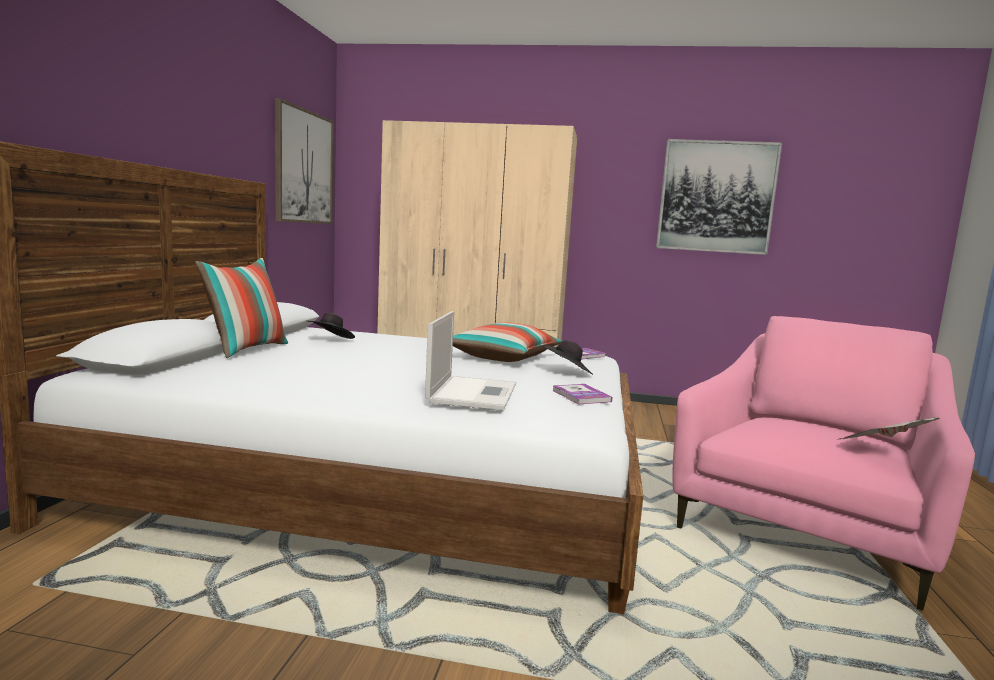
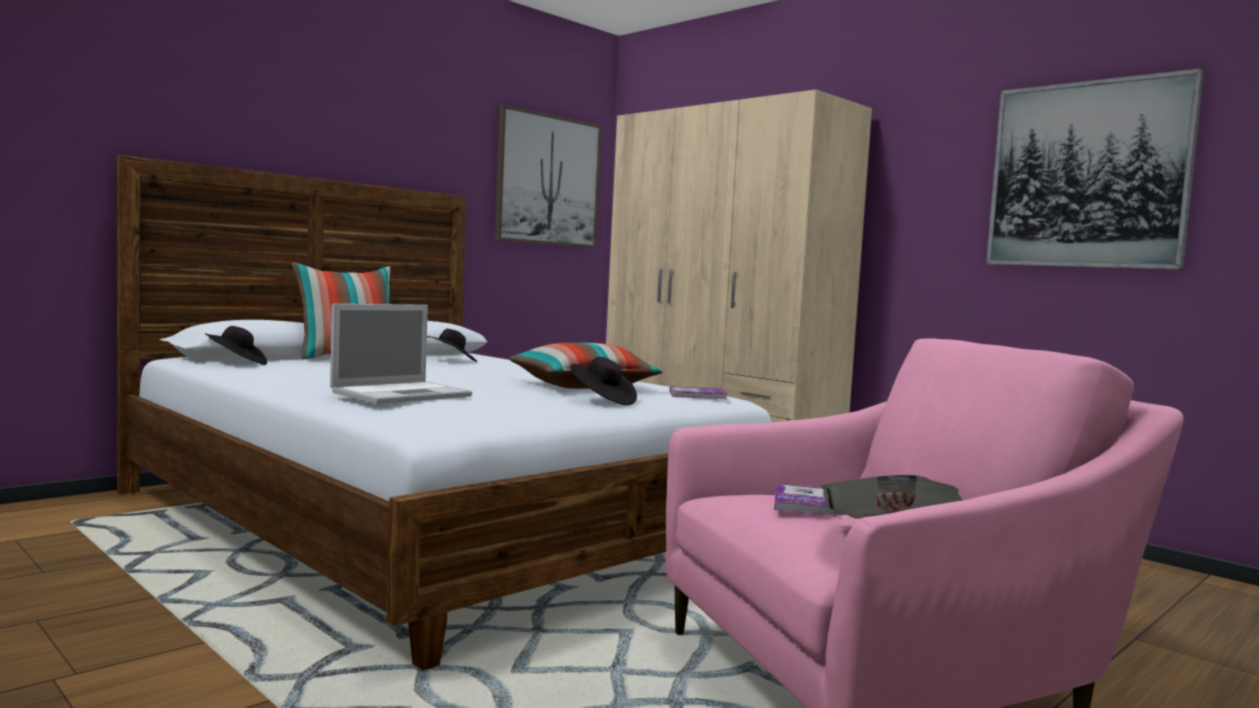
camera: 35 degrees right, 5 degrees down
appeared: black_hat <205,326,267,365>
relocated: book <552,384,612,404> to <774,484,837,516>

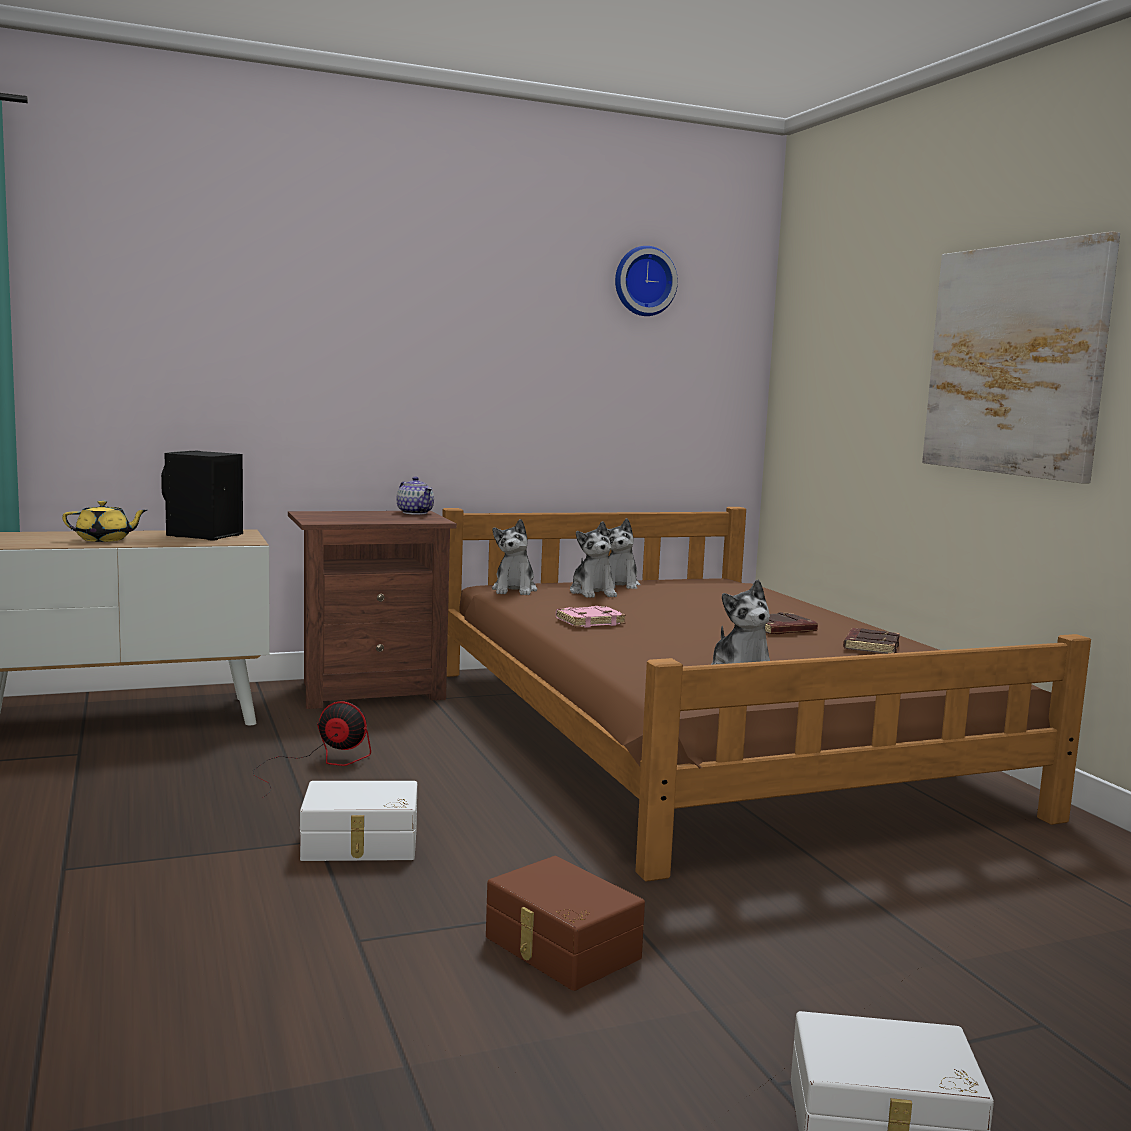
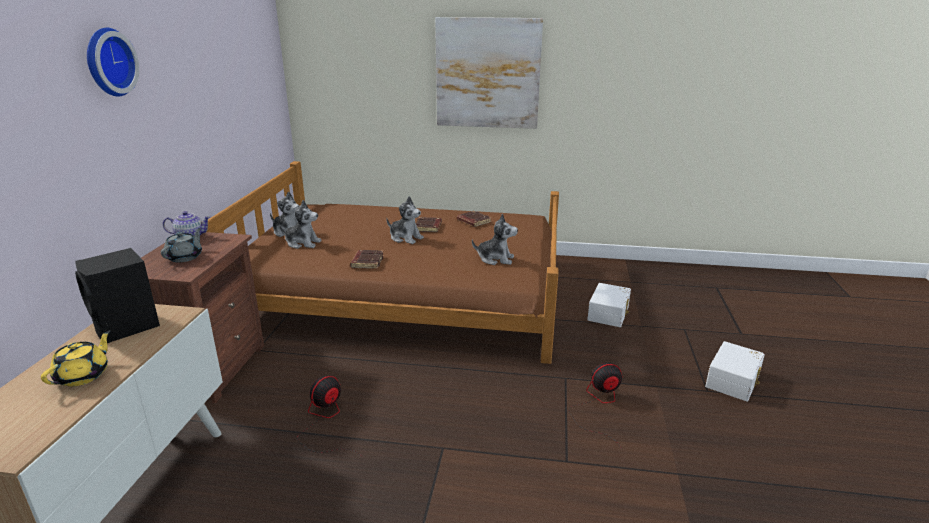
camera: 60 degrees left, 15 degrees up
appeared: grey_teapot <161,228,202,262>
relocated: wall_clock <615,246,678,316> to <87,28,139,97>; plush_toy <492,519,538,595> to <386,196,424,244>; white_storage_box <300,781,417,861> to <587,283,631,327>
exchanged: brown_storage_box <486,856,645,991> to fan <569,363,623,449>
colour: pink_book <556,606,626,628> to brown_book <350,250,384,269>

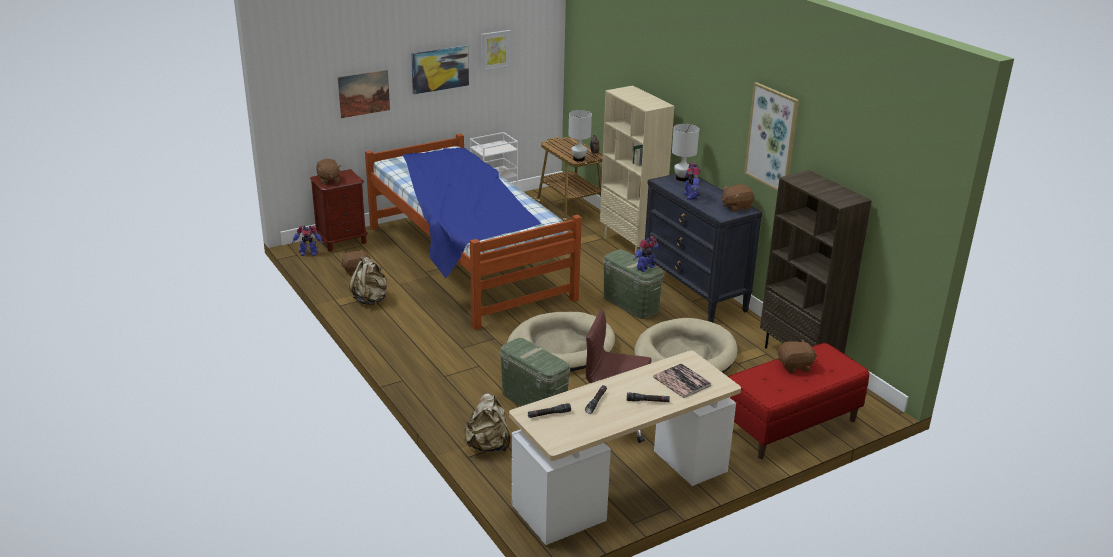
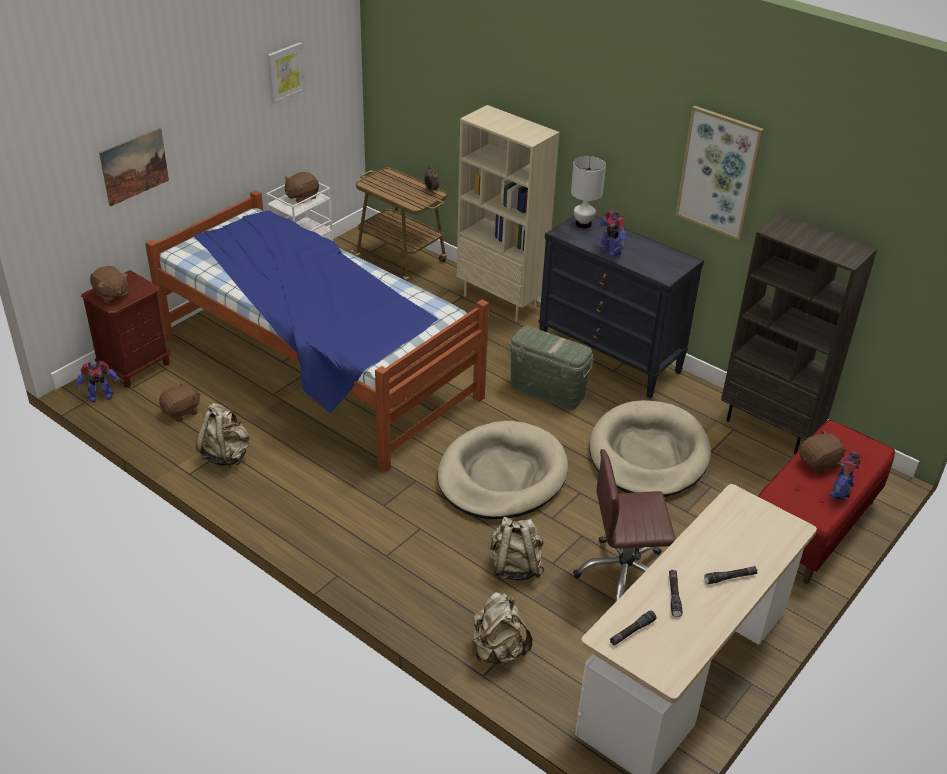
camera: 20 degrees left, 10 degrees up
missing: picture <411,46,469,94>; white_table_lamp <568,110,592,162>; book <653,363,711,398>
relocated: brown_plush_toy <722,184,754,212> to <284,172,319,204>; toy_robot <633,236,659,272> to <830,450,861,501>
exchanged: green_storage_box <500,338,570,406> to beige_backpack <489,517,544,581>

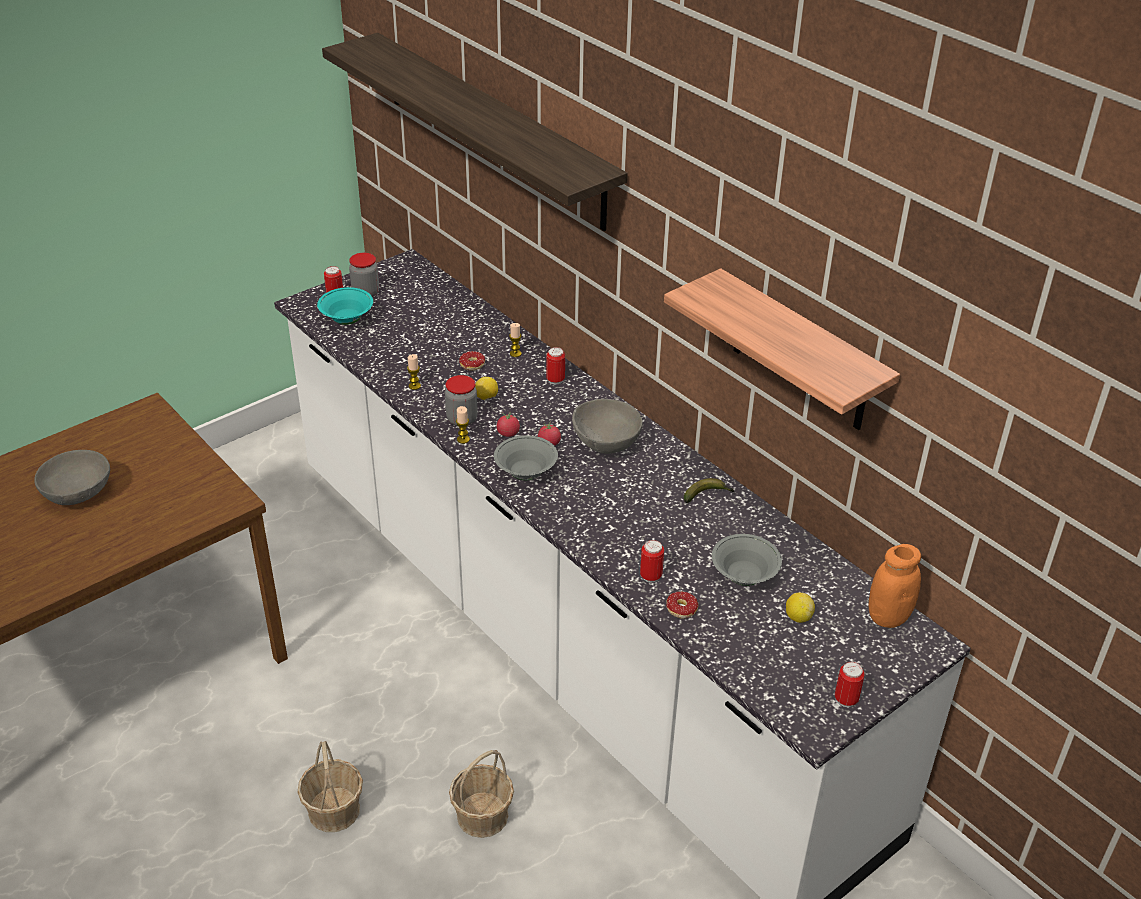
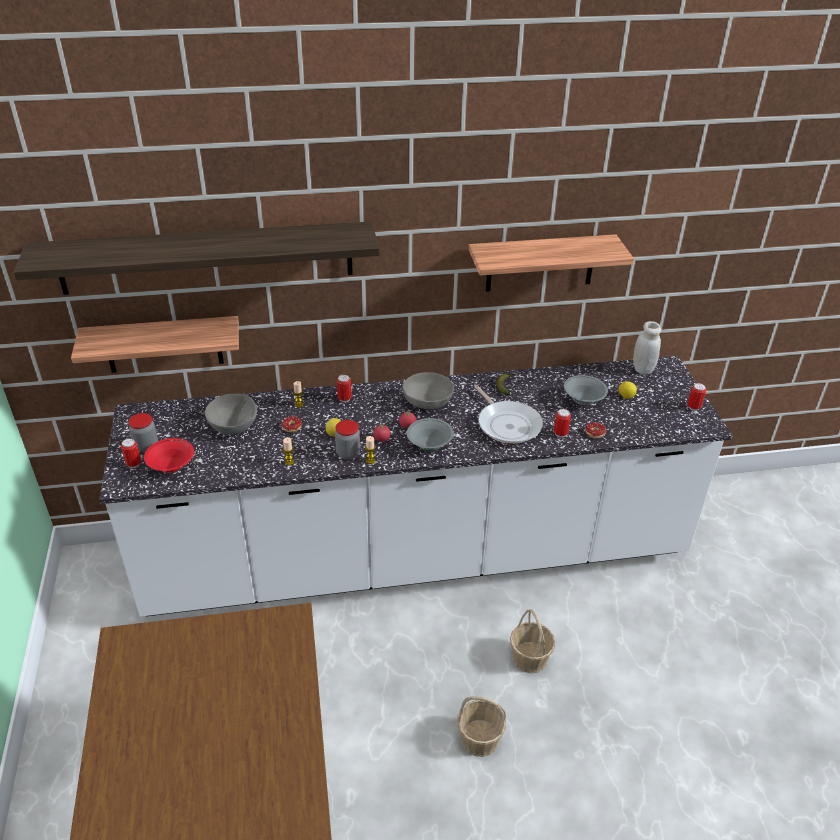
camera: 60 degrees left, 0 degrees up
appeared: shelf <71,316,239,373>; frying_pan <474,385,543,444>
relocated: grey_bowl <34,450,110,505> to <205,394,257,435>
colour: turquoise_bowl <317,287,373,325> to red_bowl <144,438,194,473>; orange_jar <869,544,921,628> to white_jar <633,321,661,375>

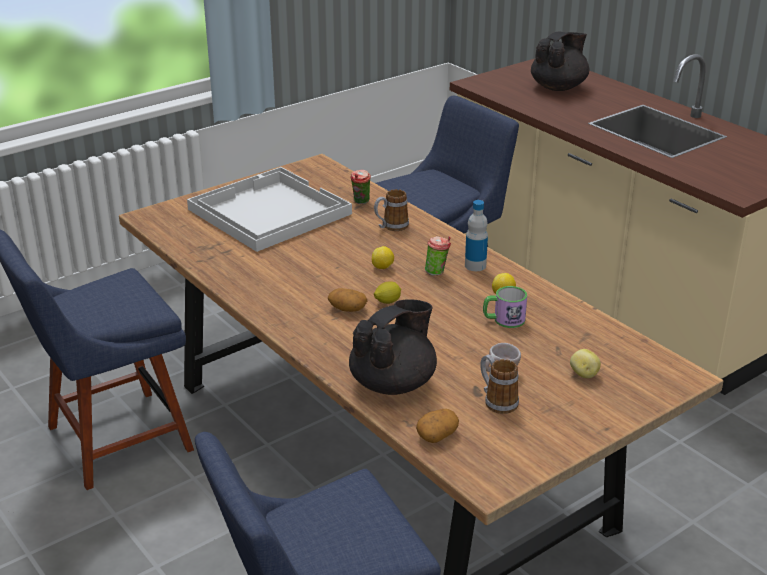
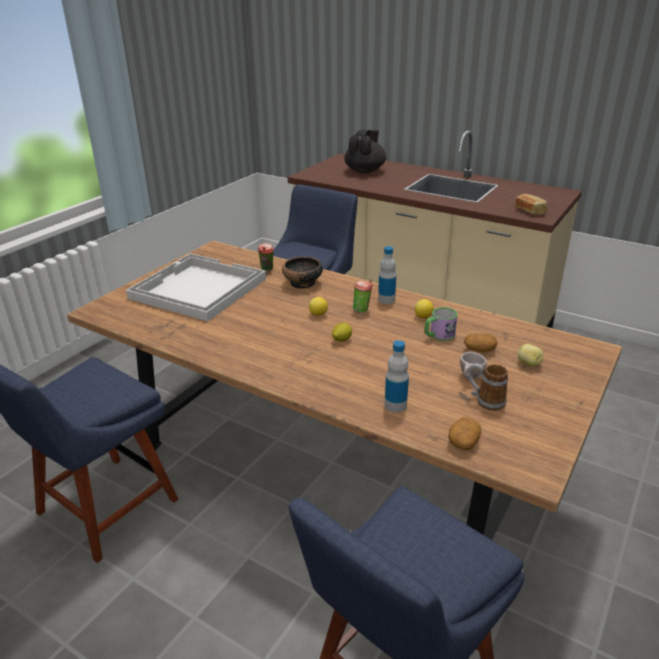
camera: 20 degrees left, 0 degrees up
appeared: bread <515,194,548,215>
relocated: potato <328,288,368,312> to <464,333,497,352>
exchanged: mug <374,189,409,231> to bowl <282,257,323,289>; black_teapot <349,299,437,395> to bottle <385,340,409,413>

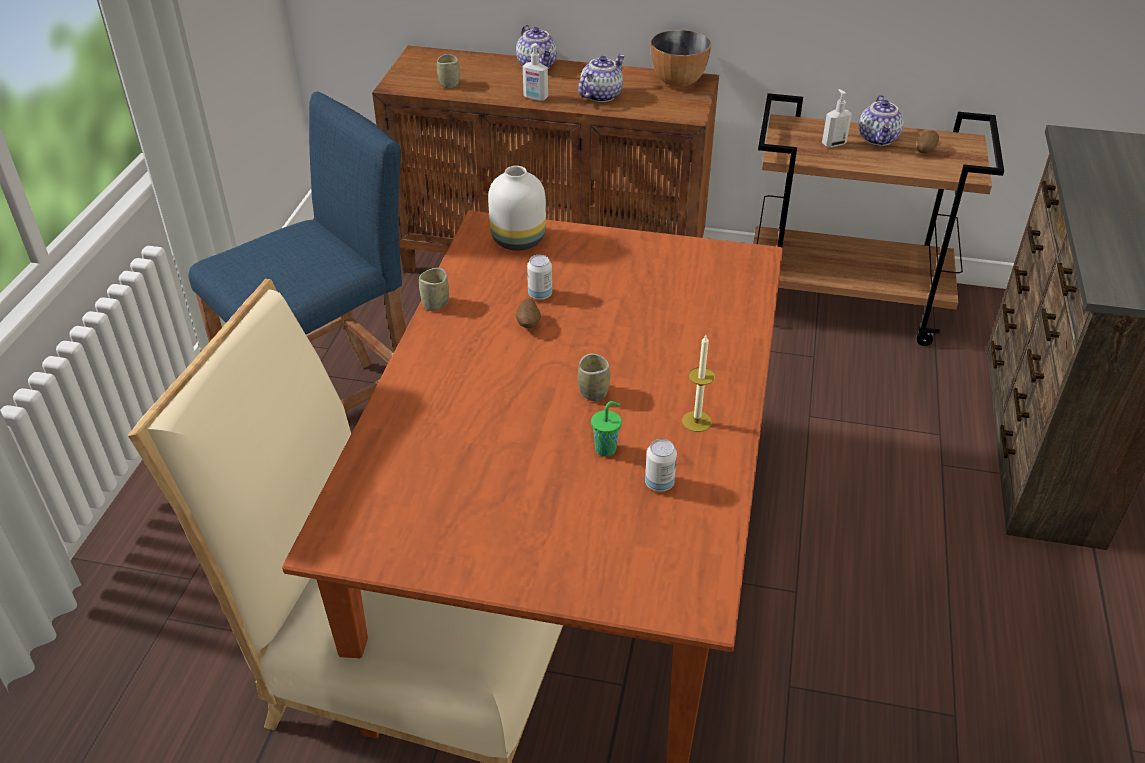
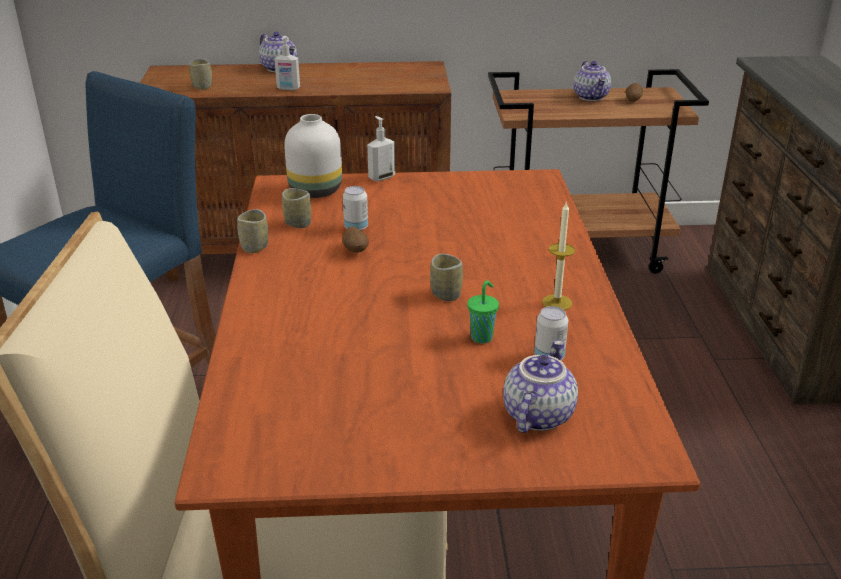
camera: 15 degrees left, 10 degrees down
missing: bowl <651,30,711,87>
appeared: cup <282,188,311,228>
relocated: teapot <578,54,625,102> to <503,340,578,433>; soap_dispenser <822,89,852,148> to <367,116,395,181>

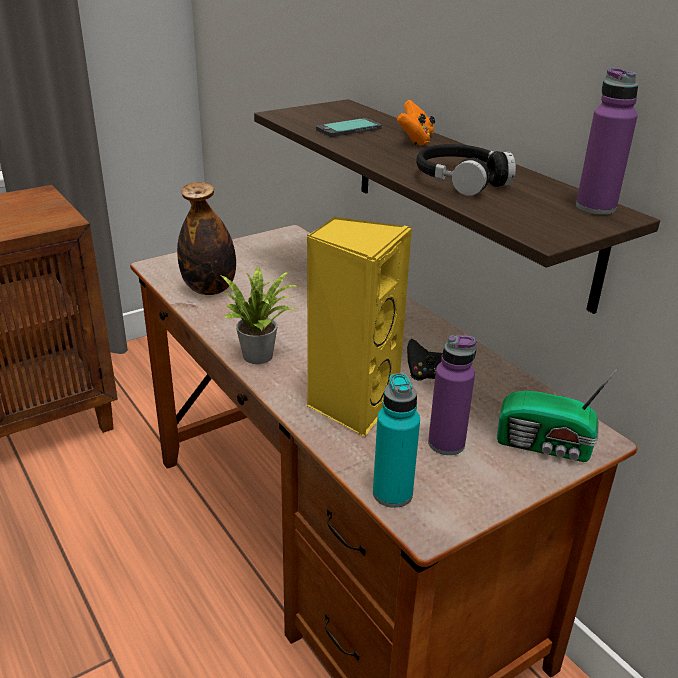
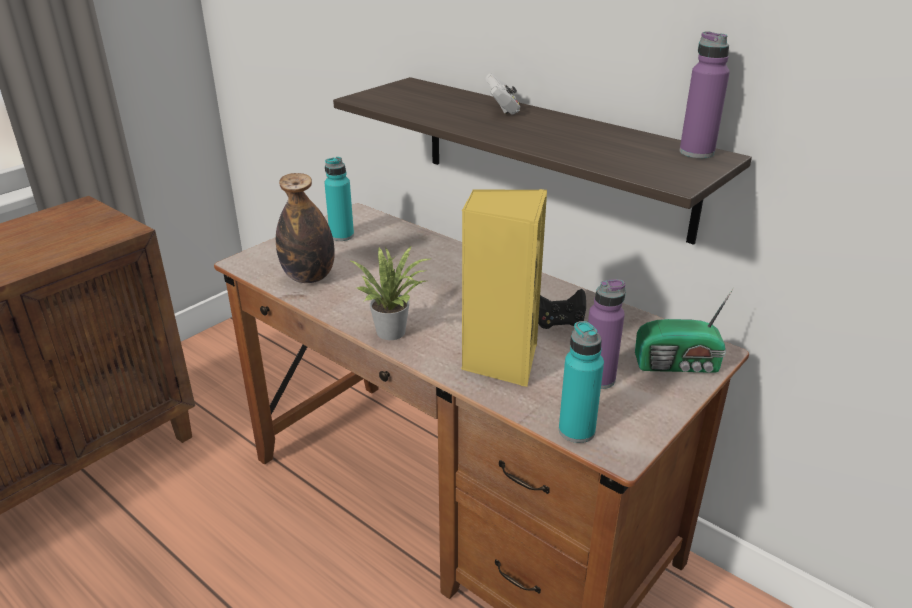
camera: 15 degrees left, 0 degrees up
missing: phone <316,118,382,137>; black_headphones <416,144,516,196>
appeared: turquoise_bottle <324,157,354,241>
colour: orange_game_controller <397,100,435,146> to white_game_controller <485,73,520,115>

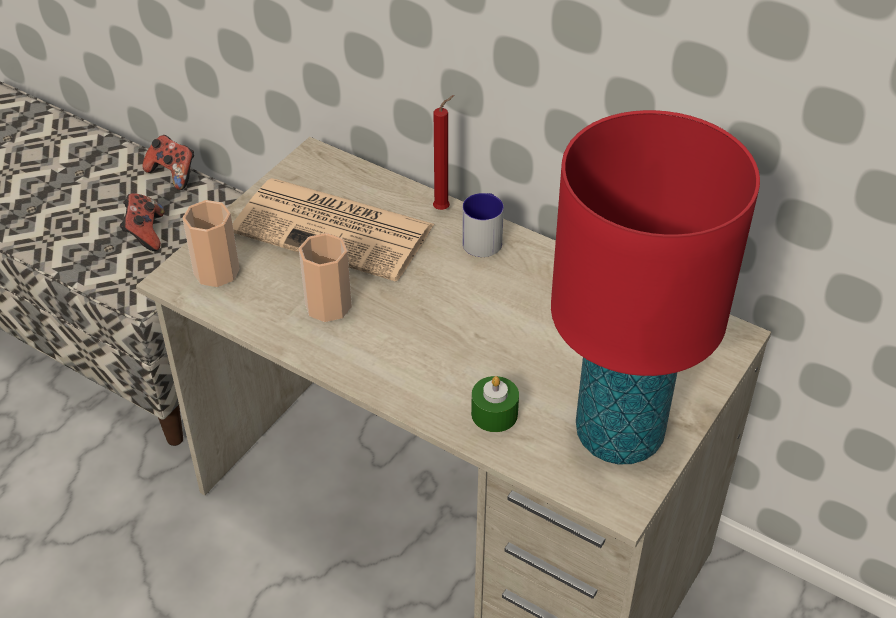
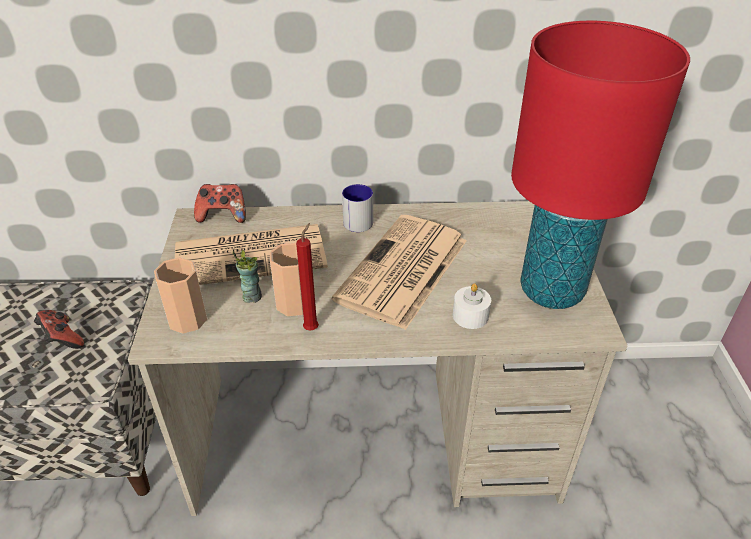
camera: 35 degrees left, 5 degrees down
appeared: newspaper <332,215,467,330>; cup <233,250,262,303>
relocated: red_candle <433,95,454,210> to <296,223,319,331>; game_controller <142,135,194,190> to <194,184,246,223>
colour: green_candle <471,376,519,432> to white_candle <453,283,491,329>

